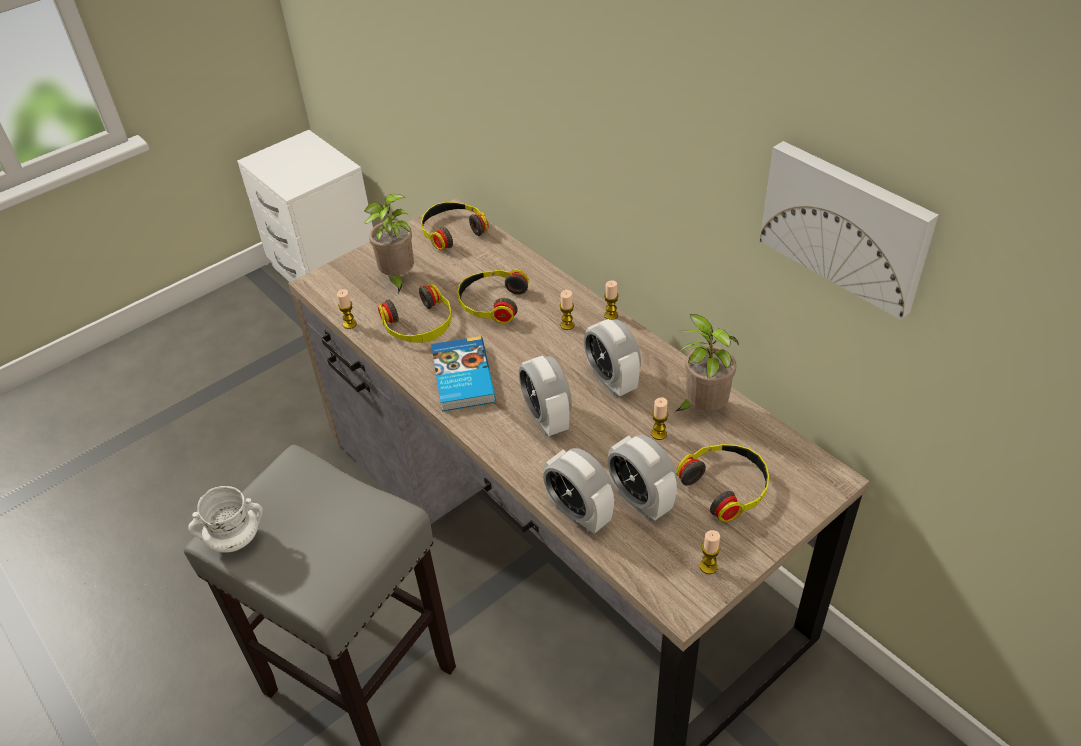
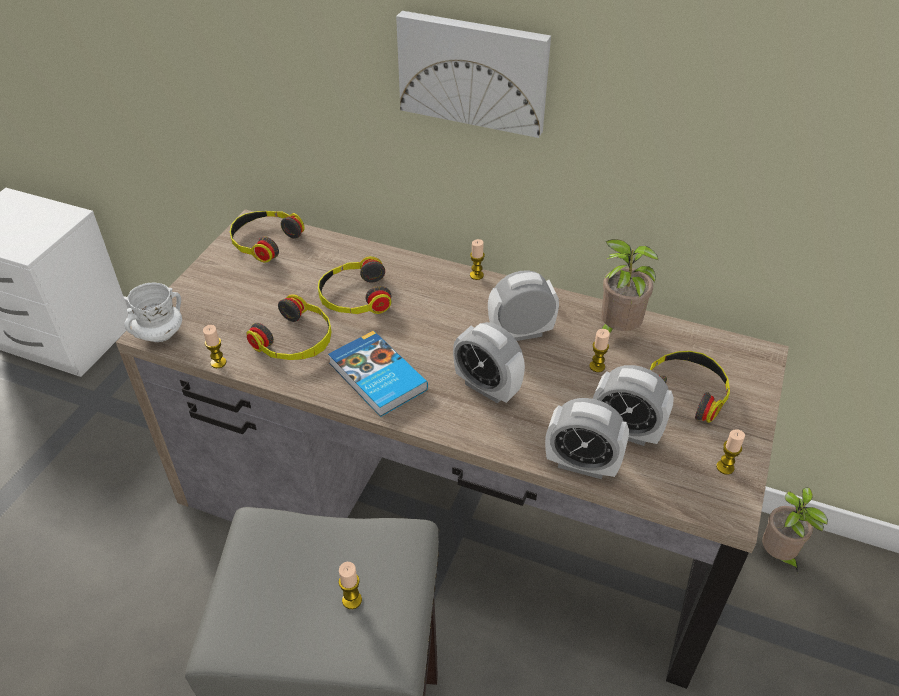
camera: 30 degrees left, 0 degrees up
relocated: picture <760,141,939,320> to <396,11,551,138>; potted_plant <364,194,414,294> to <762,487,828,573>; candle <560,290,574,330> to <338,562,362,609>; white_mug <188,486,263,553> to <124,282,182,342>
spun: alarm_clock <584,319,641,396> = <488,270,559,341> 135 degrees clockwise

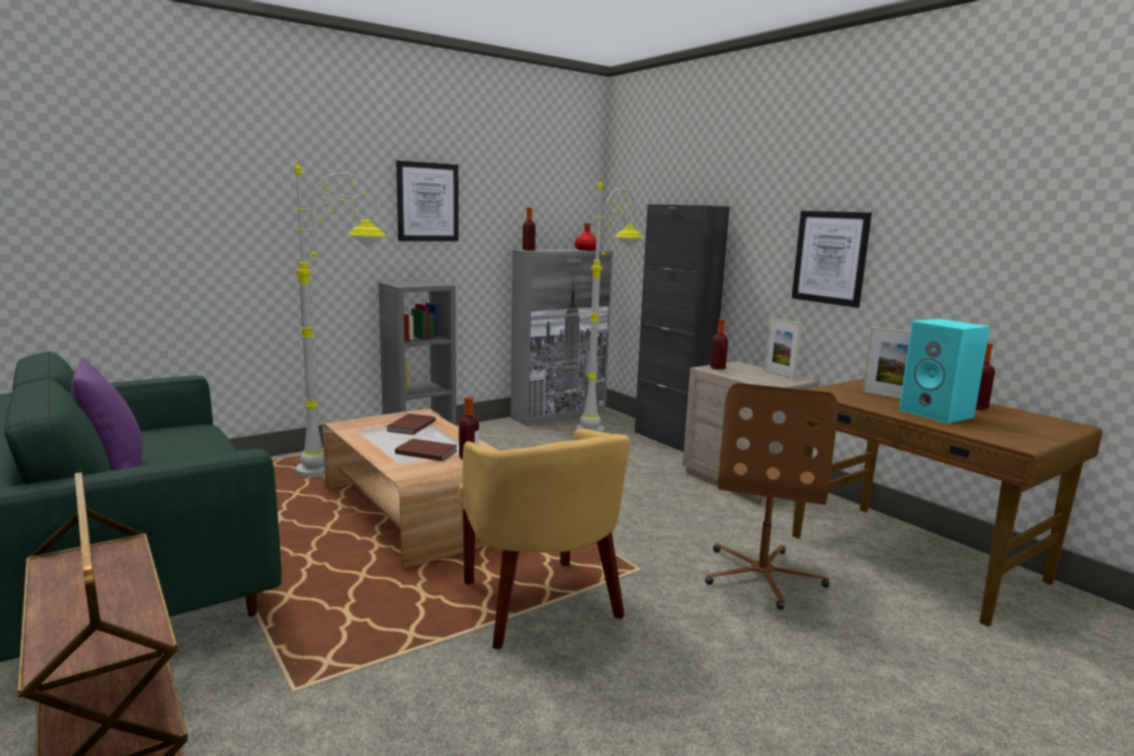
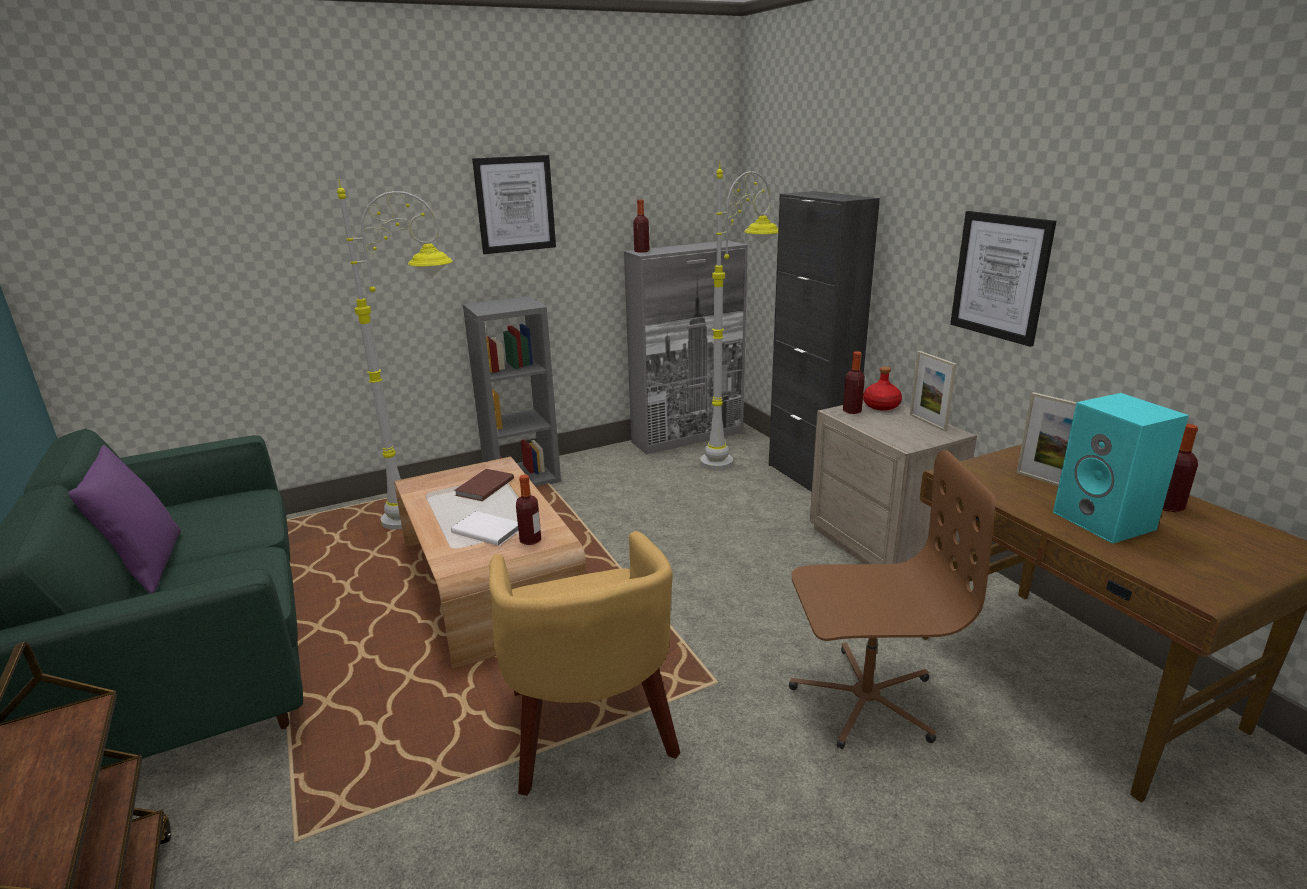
camera: 10 degrees right, 10 degrees up
relocated: red_bottle <575,223,596,250> to <863,367,902,411>
colour: brown_book <395,439,458,461> to white_book <451,511,519,546>
spun: brown_office_chair <705,383,838,610> = <789,450,995,749> 120 degrees counterclockwise

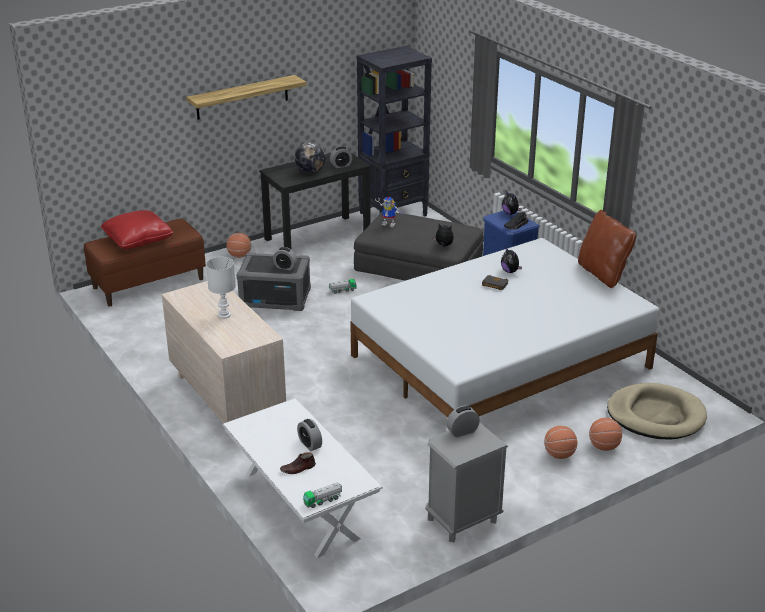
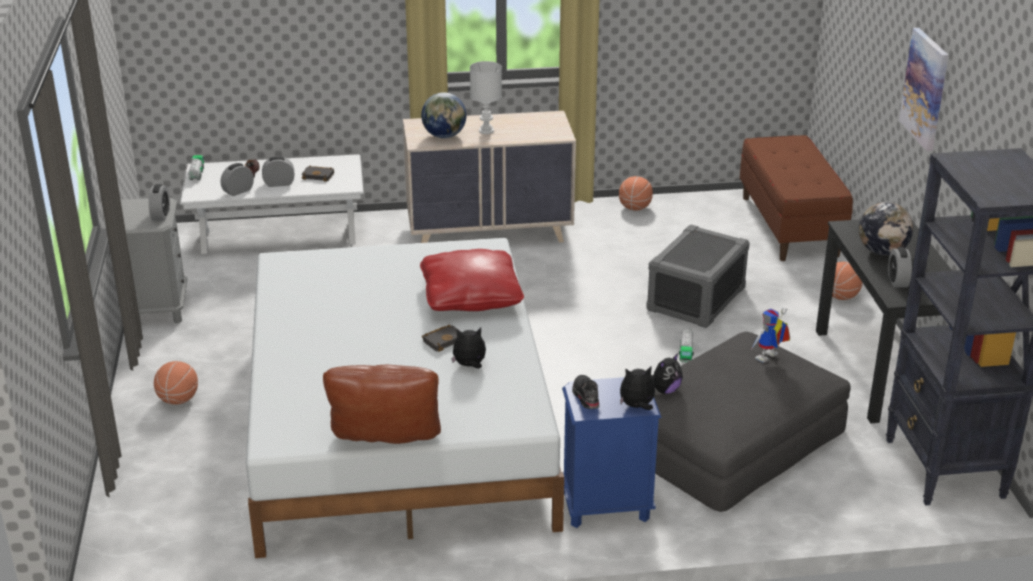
camera: 115 degrees right, 0 degrees up
missing: beige_dog_bed <607,383,707,439>
appeared: globe <421,92,466,138>; black_book <301,166,334,182>
relocated: red_pillow <101,210,173,249> to <420,249,524,311>; alarm_clock <273,247,298,271> to <221,163,254,196>; basketball <589,418,622,451> to <619,176,653,211>
exchanged: shelf <186,75,306,120> to picture <899,28,949,151>

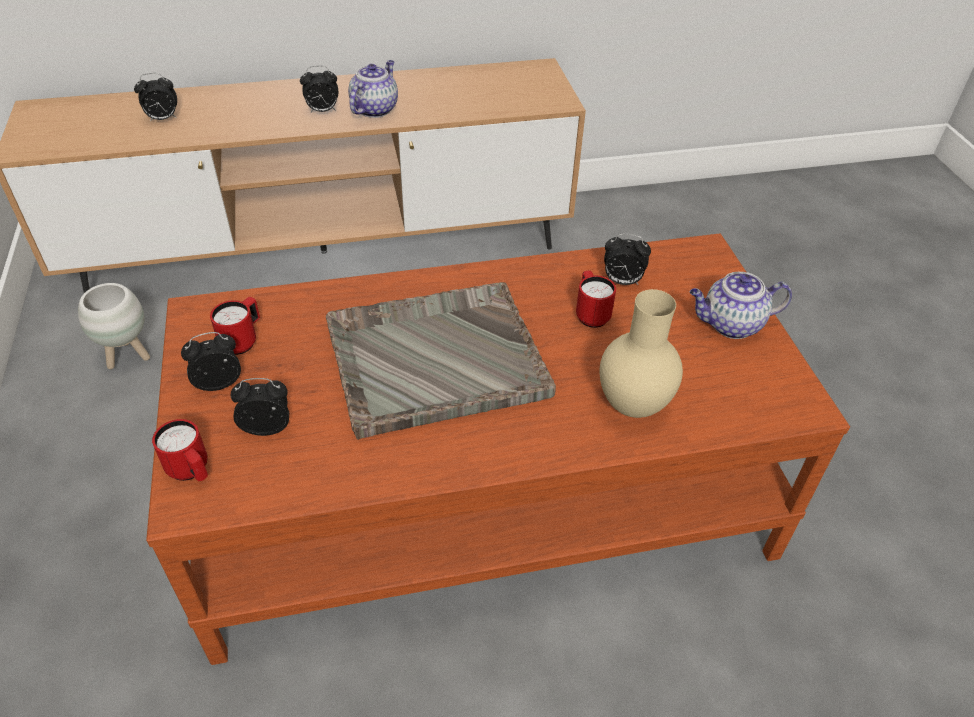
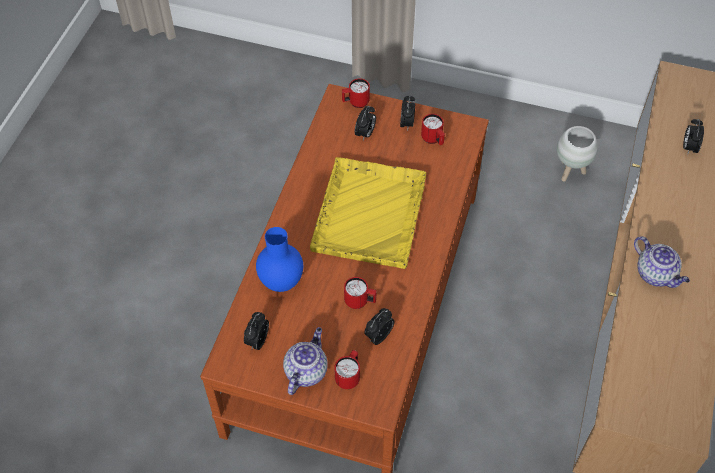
camera: 120 degrees right, 10 degrees up
appeared: red_mug <334,350,360,389>
relocated: alarm_clock <300,66,339,112> to <244,312,269,350>
colour: grey_tray <326,282,556,440> to yellow_tray <310,157,426,269>; beige_vase <600,289,683,418> to blue_vase <256,227,303,292>

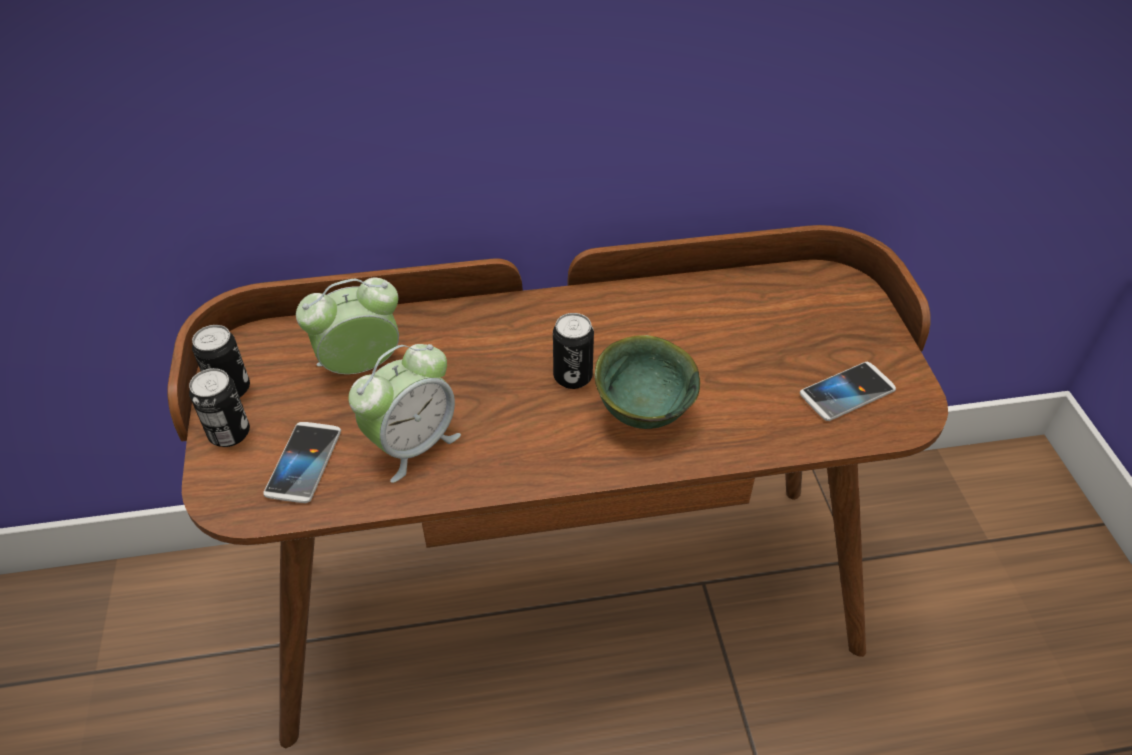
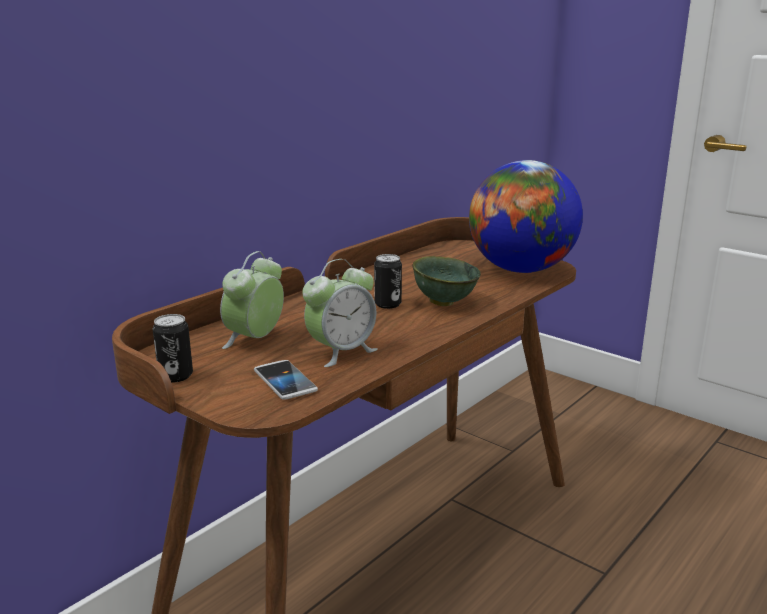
camera: 40 degrees left, 25 degrees down
missing: can <189,368,250,447>
exchanged: phone <800,362,896,421> to globe <469,160,583,273>
spun: alarm_clock <349,344,461,483> = <302,259,378,367> 45 degrees clockwise

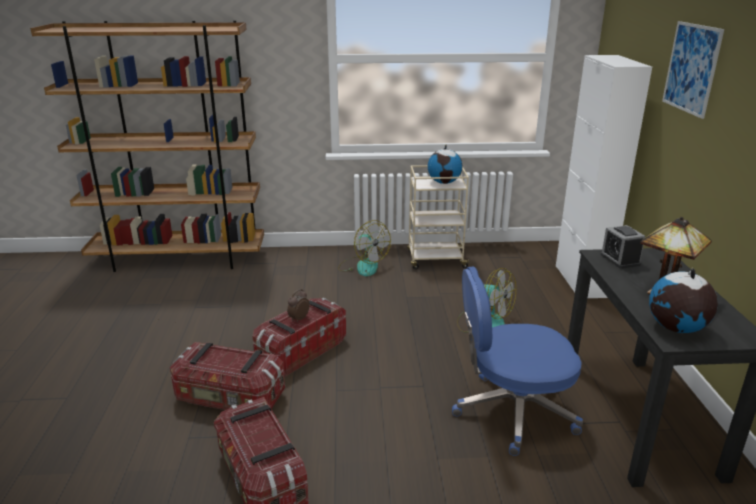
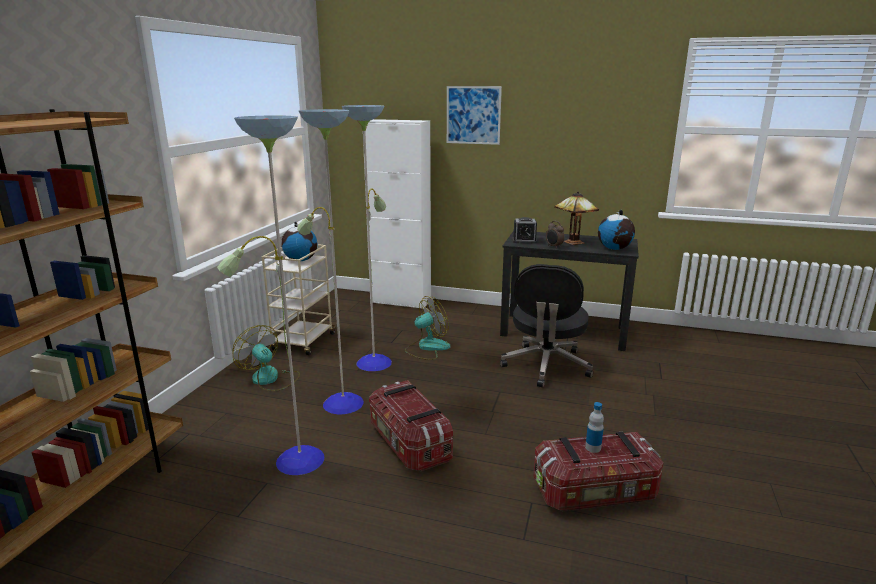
camera: 70 degrees left, 5 degrees down
missing: storage_box <170,342,285,410>
appeared: floor_lamp <217,105,392,475>; bottle <585,402,604,453>
relocated: alarm_clock <287,289,310,322> to <546,221,564,249>
colour: blue_office_chair <452,266,583,456> to black_office_chair <500,264,593,388>
spun: fan <338,220,391,276> = <232,325,300,391> 120 degrees counterclockwise

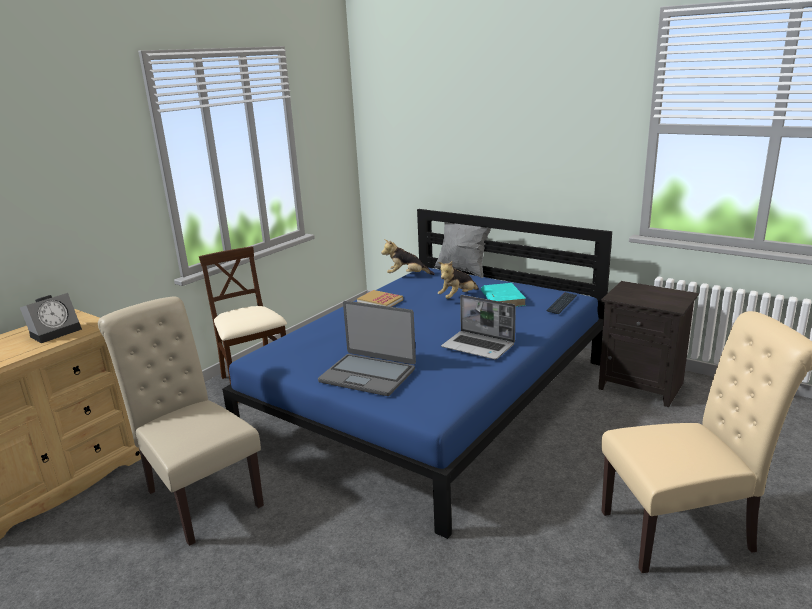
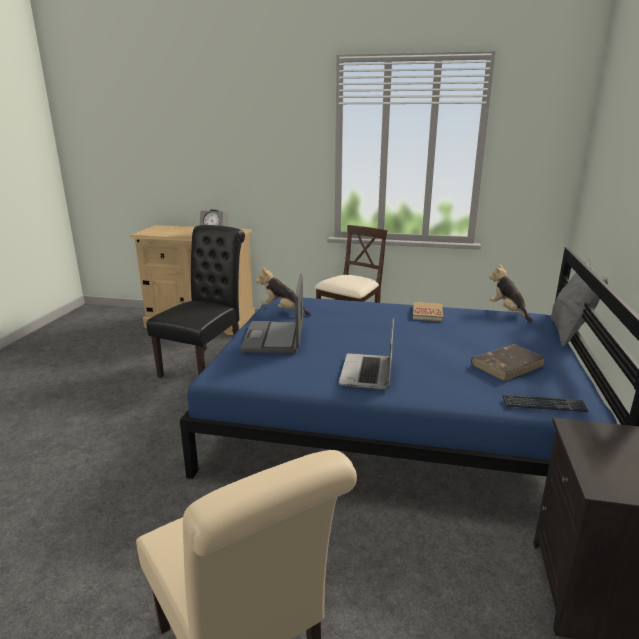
camera: 65 degrees right, 0 degrees up
relocated: plush_toy <438,261,479,299> to <255,267,312,316>
colour: turquoise_book <481,283,526,307> to brown_book <471,344,546,382>; beige_chair <98,297,264,546> to black_chair <147,225,245,378>

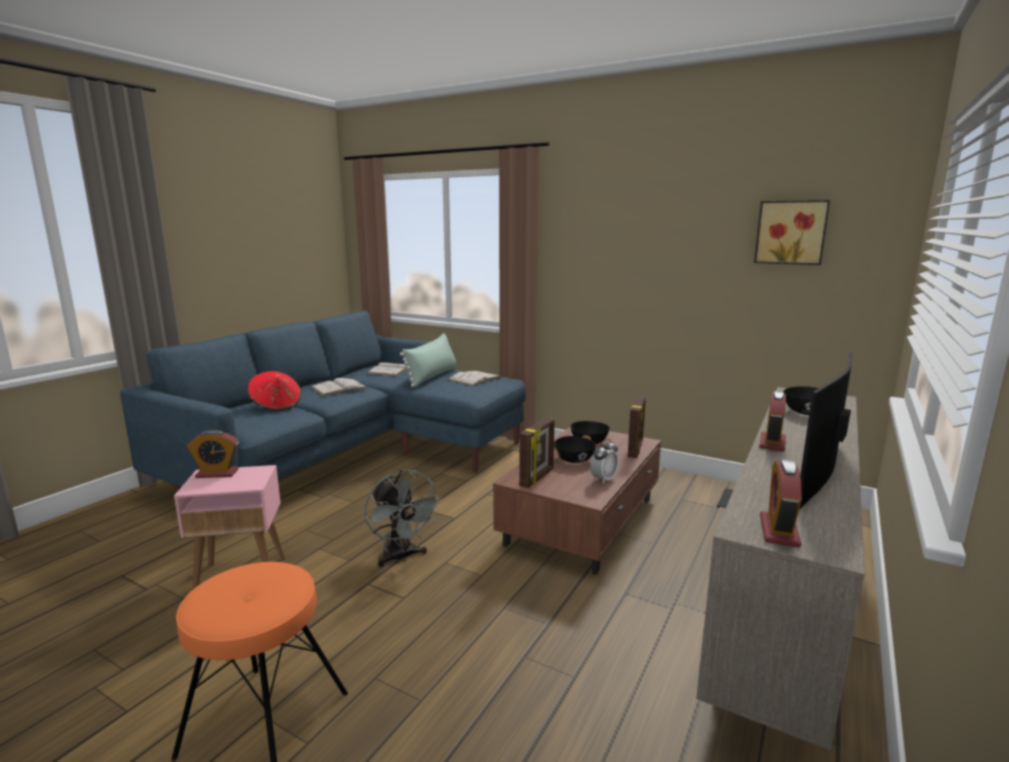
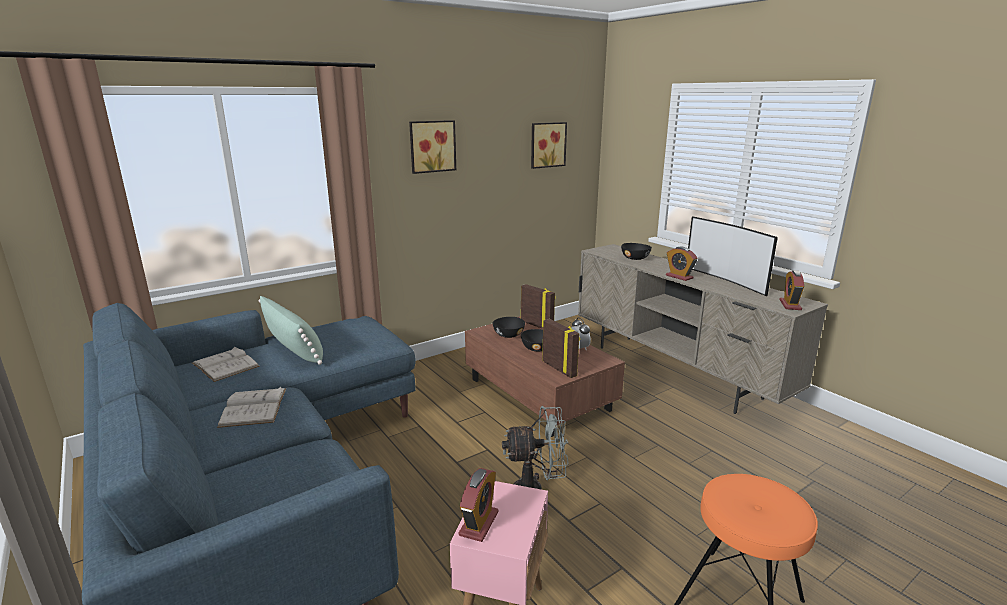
camera: 65 degrees left, 5 degrees up
missing: red_hat <248,371,301,411>; white_book <448,371,501,386>
appeared: picture <409,120,456,174>
spun: alarm_clock <760,459,802,547> = <779,270,804,310> 60 degrees clockwise

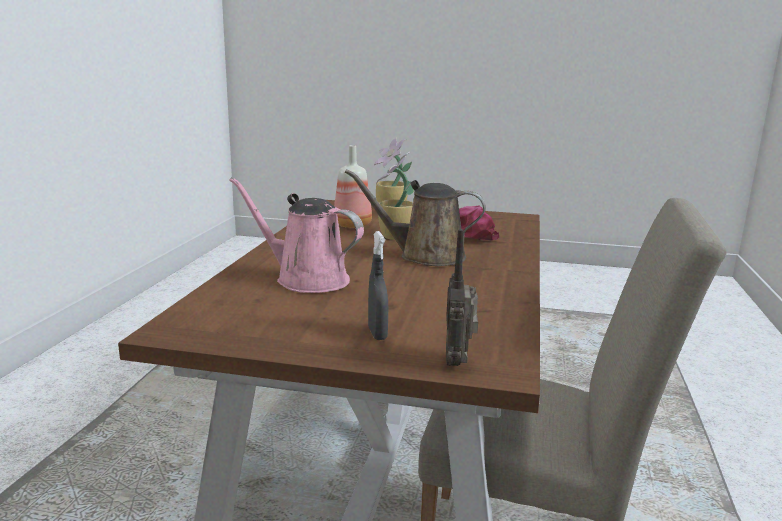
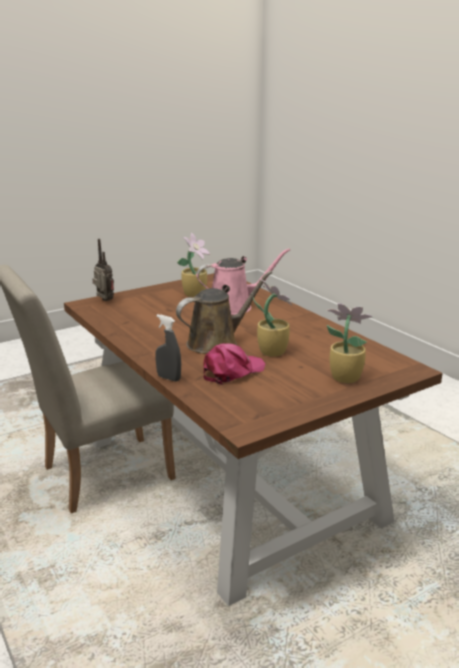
camera: 135 degrees right, 5 degrees up
missing: bottle <334,145,372,228>
appeared: potted_plant <177,232,210,297>
relocated: grey_spray_bottle <368,231,388,340> to <156,314,181,382>

